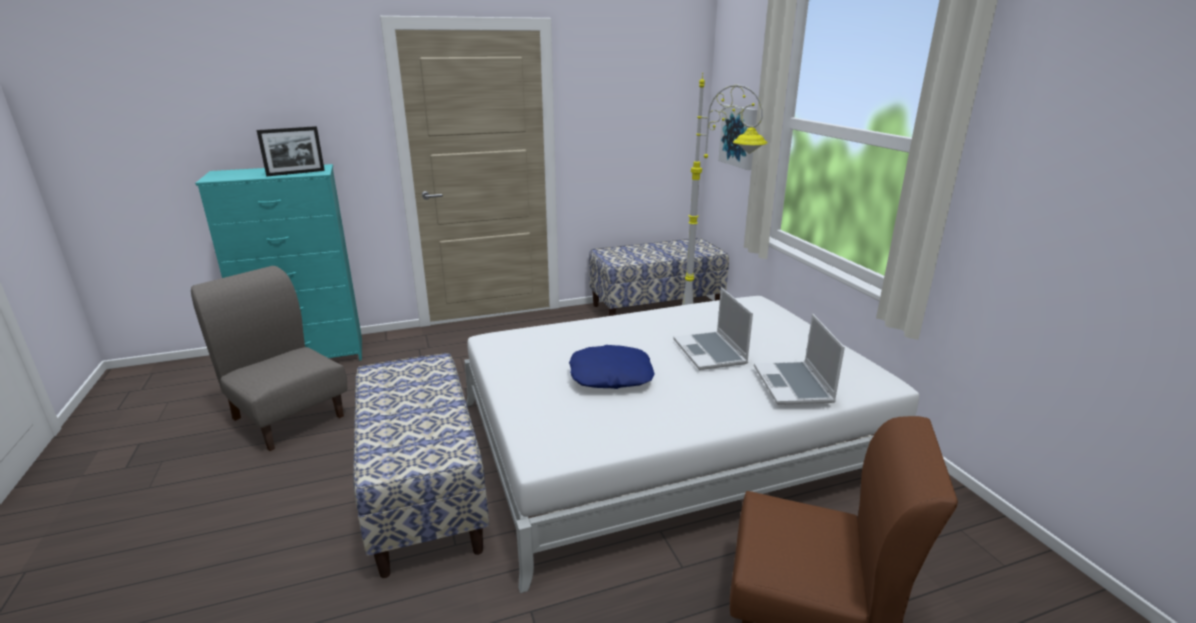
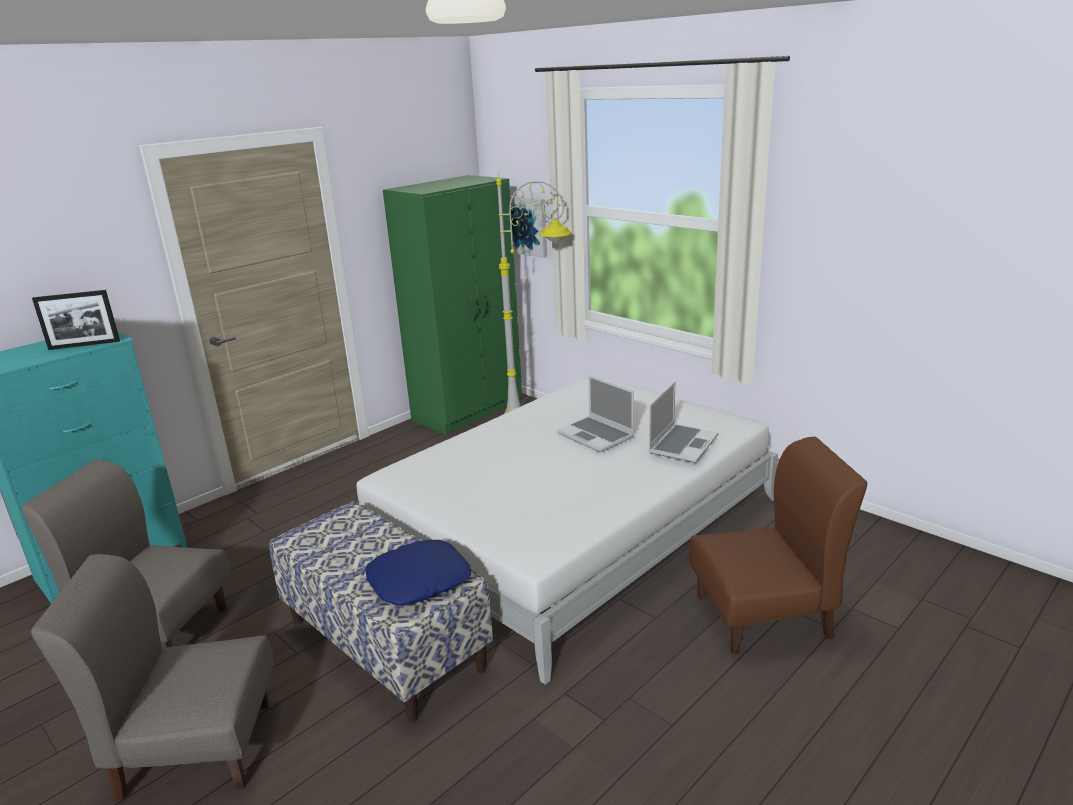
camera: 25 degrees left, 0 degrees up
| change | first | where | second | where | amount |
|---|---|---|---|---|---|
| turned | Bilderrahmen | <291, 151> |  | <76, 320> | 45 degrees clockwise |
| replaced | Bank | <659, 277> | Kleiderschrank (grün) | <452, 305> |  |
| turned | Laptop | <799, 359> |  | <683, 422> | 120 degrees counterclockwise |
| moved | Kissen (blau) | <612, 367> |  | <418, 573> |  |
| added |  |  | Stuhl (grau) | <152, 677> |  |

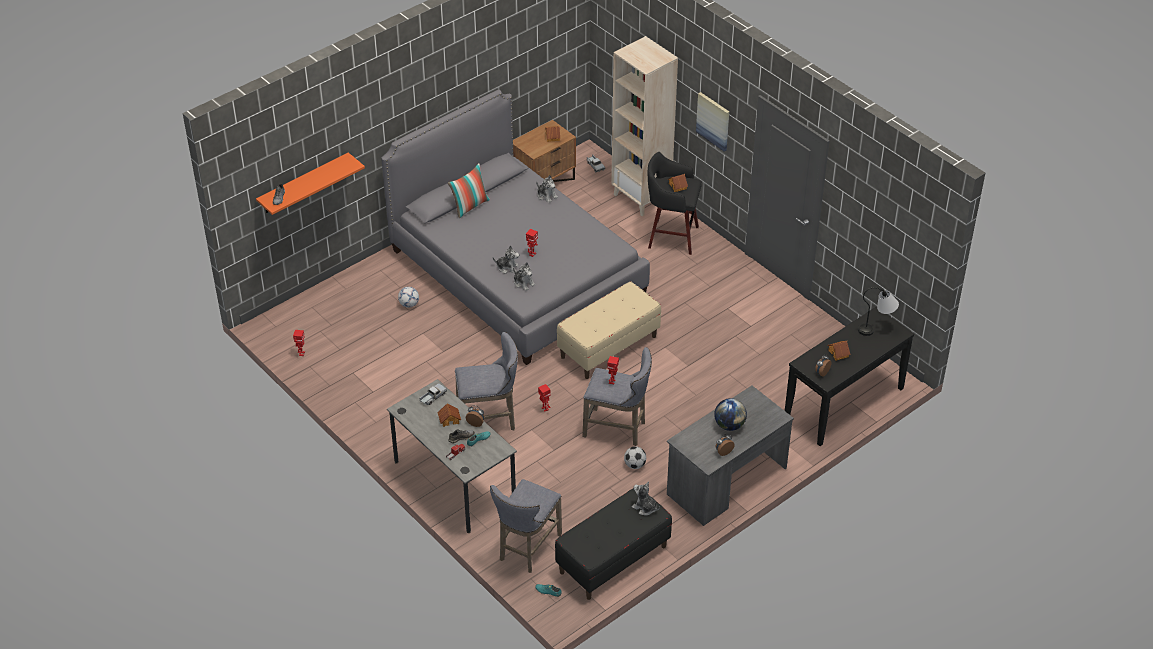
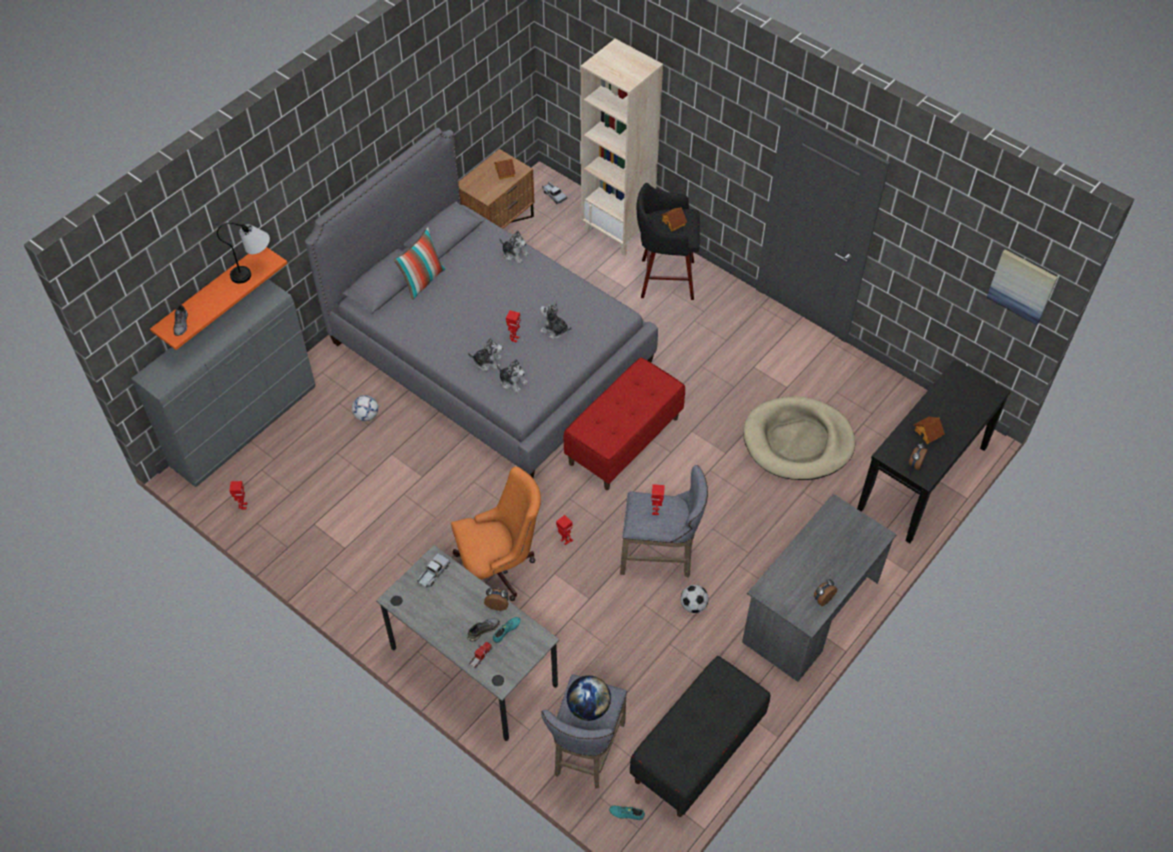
camera: 10 degrees left, 10 degrees up
| change | first | where | second | where | amount |
|---|---|---|---|---|---|
| moved | Bild | <712, 122> |  | <1022, 287> |  |
| recoloured | Bank (beige) | <609, 330> | Bank (rot) | <624, 423> |  |
| moved | Tischlampe | <878, 311> |  | <243, 253> |  |
| replaced | Hocker (grau) | <486, 381> | Bürostuhl (orange) | <496, 534> |  |
| moved | Globus | <730, 414> |  | <589, 698> |  |
| removed | Spielzeughaus | <449, 415> |  |  |  |
| moved | Plüschtier | <646, 498> |  | <556, 320> |  |
| added |  |  | Kommode (grau) | <223, 383> |  |
| added |  |  | Hundebett (beige) | <799, 438> |  |

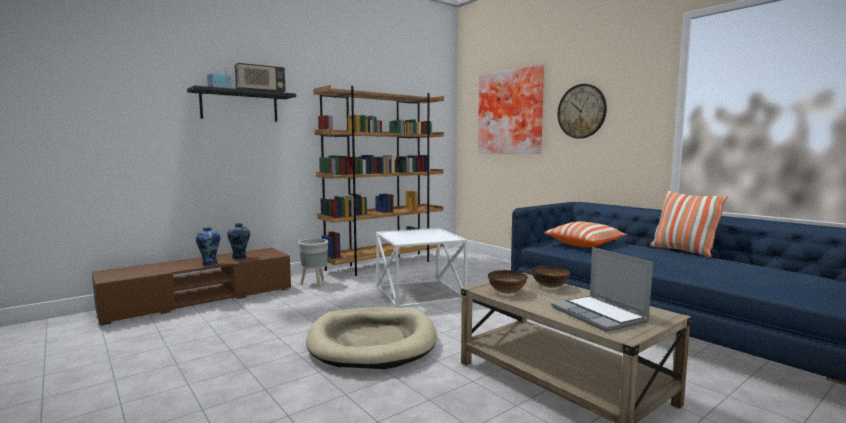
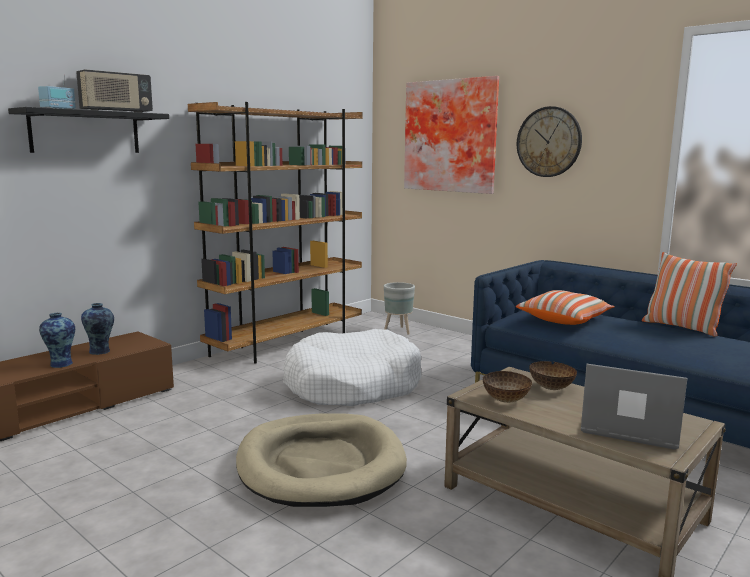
camera: 10 degrees left, 5 degrees up
| change | first | where | second | where | amount |
|---|---|---|---|---|---|
| replaced | Beistelltisch (weiß) | <422, 268> | Hundebett (weiß) | <352, 367> |  |
| moved | Pflanzkübel (grau) | <313, 263> |  | <399, 308> |  |
| turned | Laptop | <602, 289> |  | <634, 407> | 150 degrees clockwise |

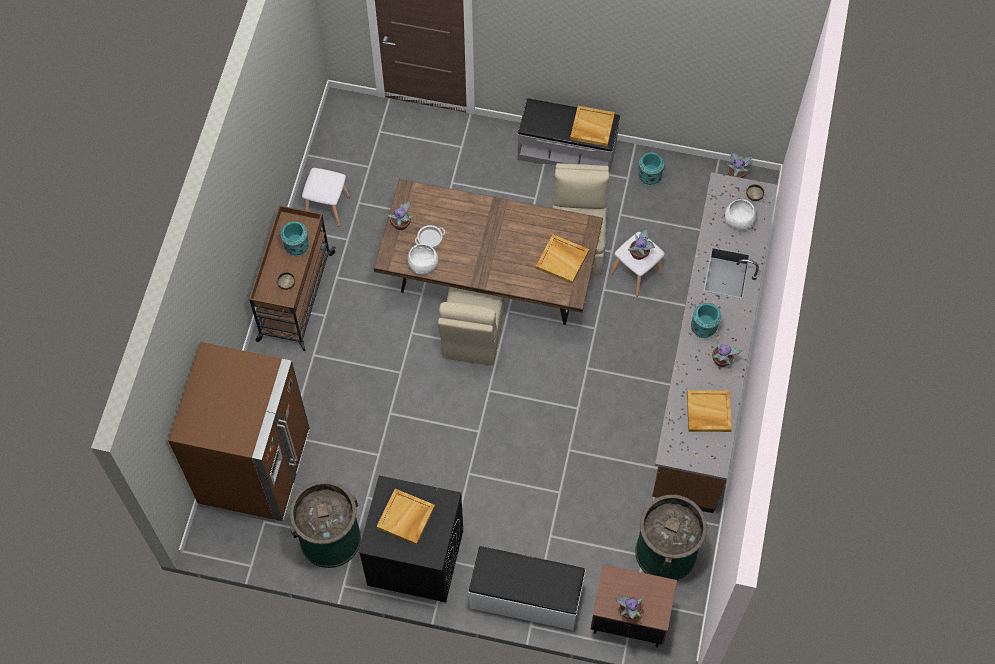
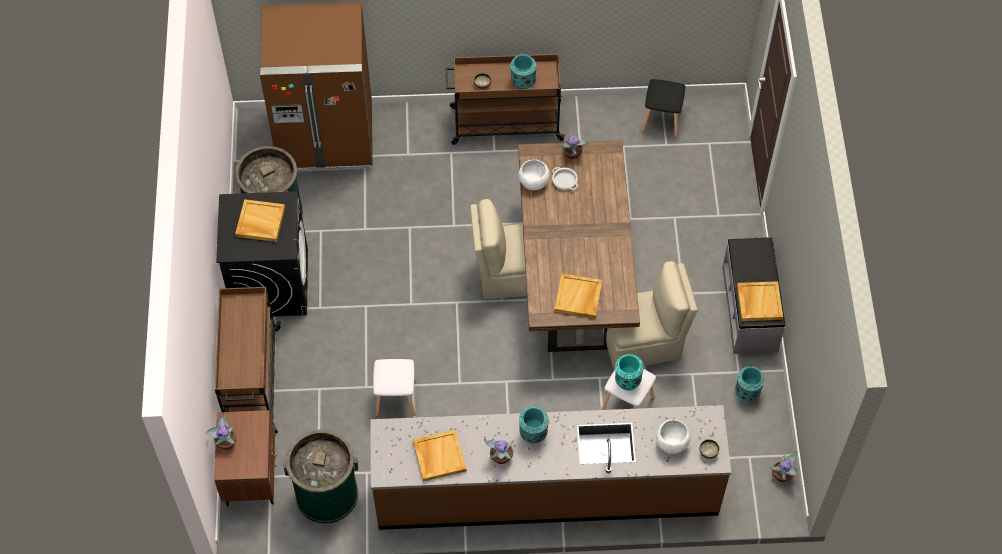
camera: 75 degrees right, 5 degrees down
| change | first | where | second | where | amount |
|---|---|---|---|---|---|
| moved | Hocker (weiß) | <326, 197> |  | <394, 387> |  |
| replaced | Topfpflanze | <641, 243> | Vase (türkis) | <629, 372> |  |
| replaced | Bank (weiß) | <527, 588> | Rollwagen (braun) | <248, 360> |  |
| added |  |  | Hocker (schwarz) | <663, 108> |  |

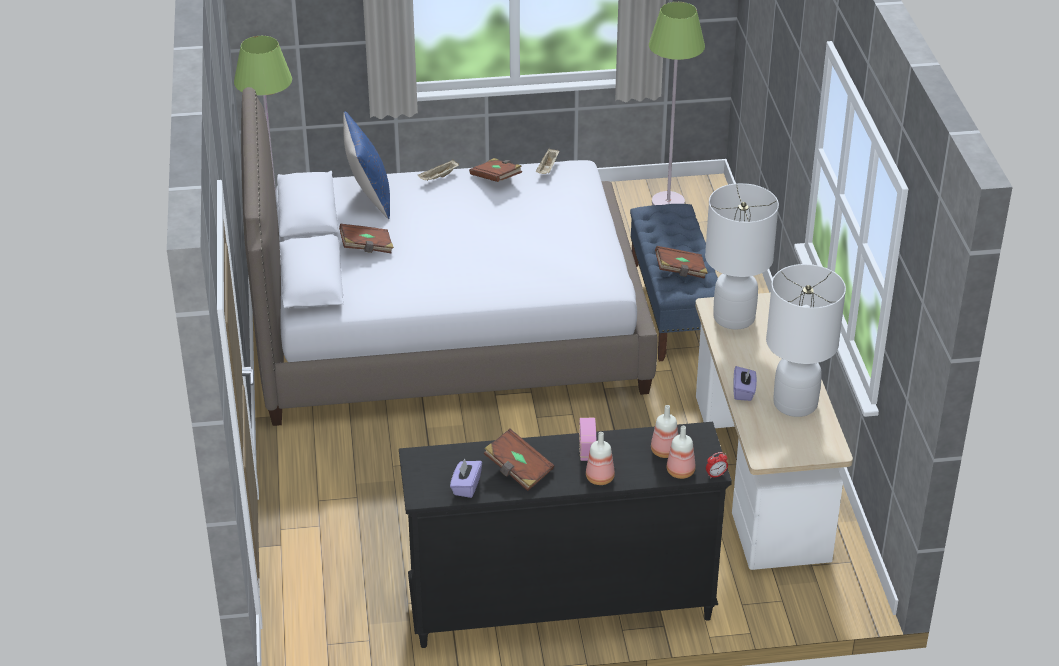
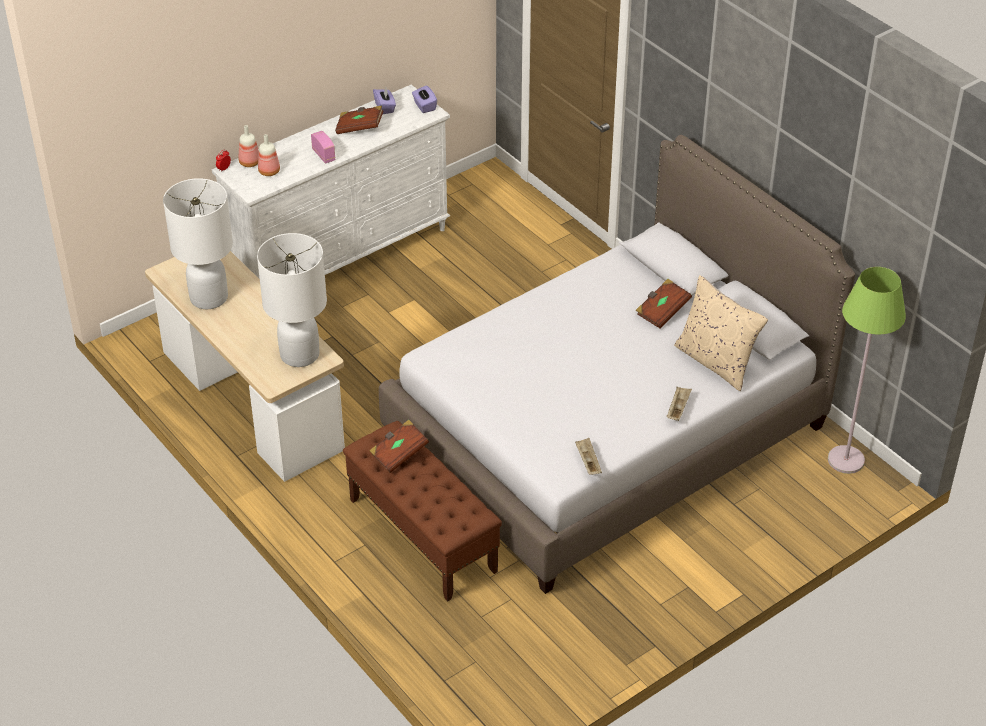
camera: 150 degrees right, 5 degrees up
| change | first | where | second | where | amount |
|---|---|---|---|---|---|
| removed | Stehlampe (grün) | <677, 103> |  |  |  |
| recoloured | Kissen (blau) | <366, 165> | Kissen (beige) | <721, 333> |  |
| removed | Buch (braun) | <495, 170> |  |  |  |
| recoloured | Bank (blau) | <674, 282> | Bank (braun) | <422, 511> |  |
| moved | Taschentuchbox (lila) | <745, 383> |  | <424, 99> |  |
| recoloured | Kommode (schwarz) | <565, 535> | Kommode (weiß) | <331, 182> |  |
| removed | Flasche | <600, 458> |  |  |  |

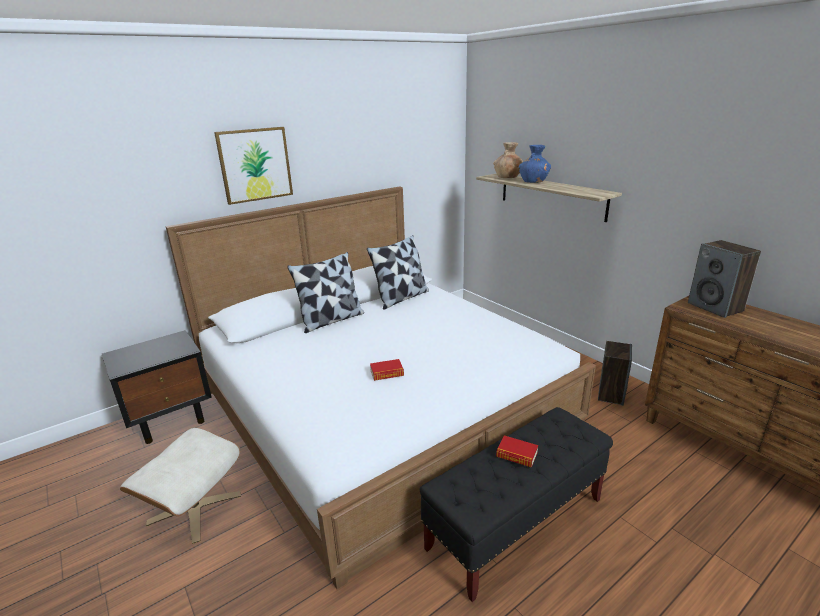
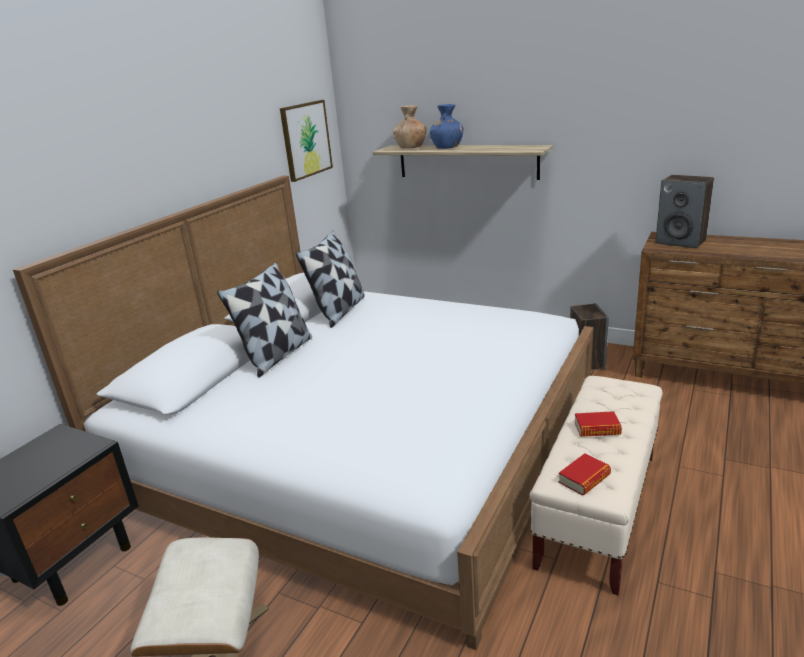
camera: 25 degrees left, 0 degrees up
| change | first | where | second | where | amount |
|---|---|---|---|---|---|
| moved | Bild | <253, 166> |  | <306, 141> |  |
| moved | Buch | <387, 370> |  | <584, 474> |  |
| recoloured | Bank (schwarz) | <516, 504> | Bank (beige) | <596, 485> |  |

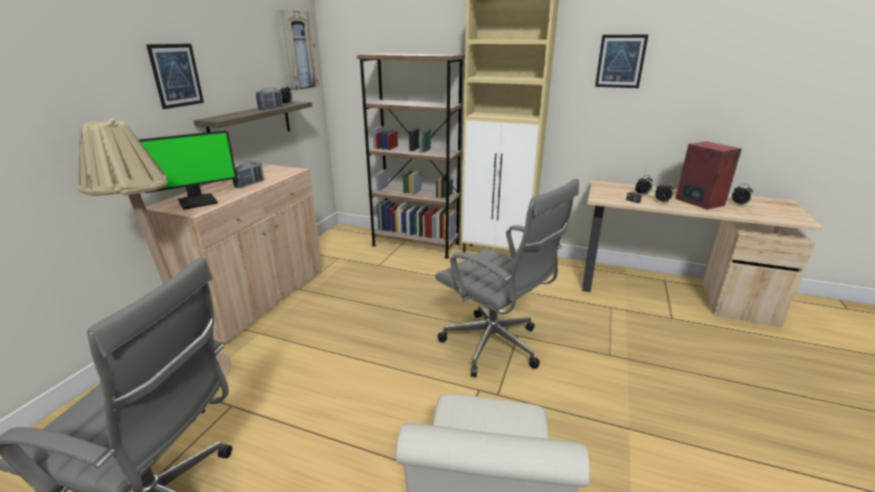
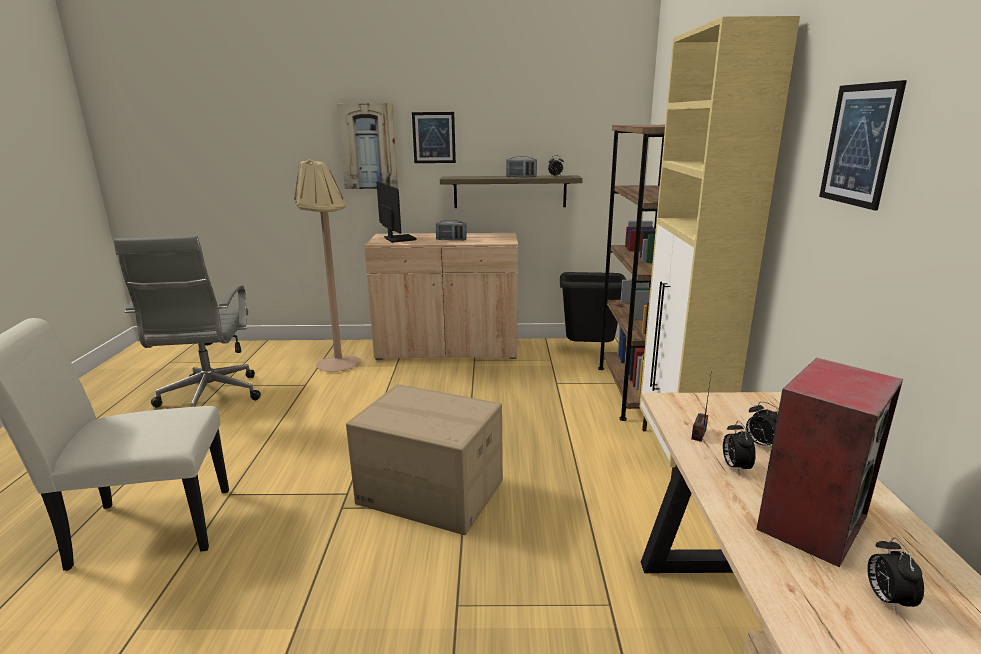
camera: 70 degrees right, 5 degrees down
| change | first | where | second | where | amount |
|---|---|---|---|---|---|
| moved | Bild | <298, 50> |  | <367, 146> |  |
| turned | Monitor | <188, 170> |  | <397, 212> | 150 degrees counterclockwise |
| replaced | Bürostuhl (grau) | <507, 278> | Karton | <424, 459> |  |
| added |  |  | Mülleimer (schwarz) | <593, 307> |  |

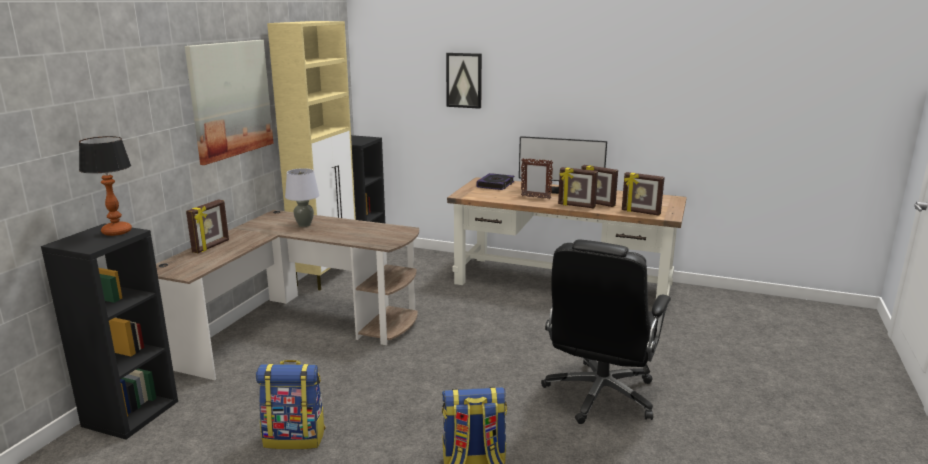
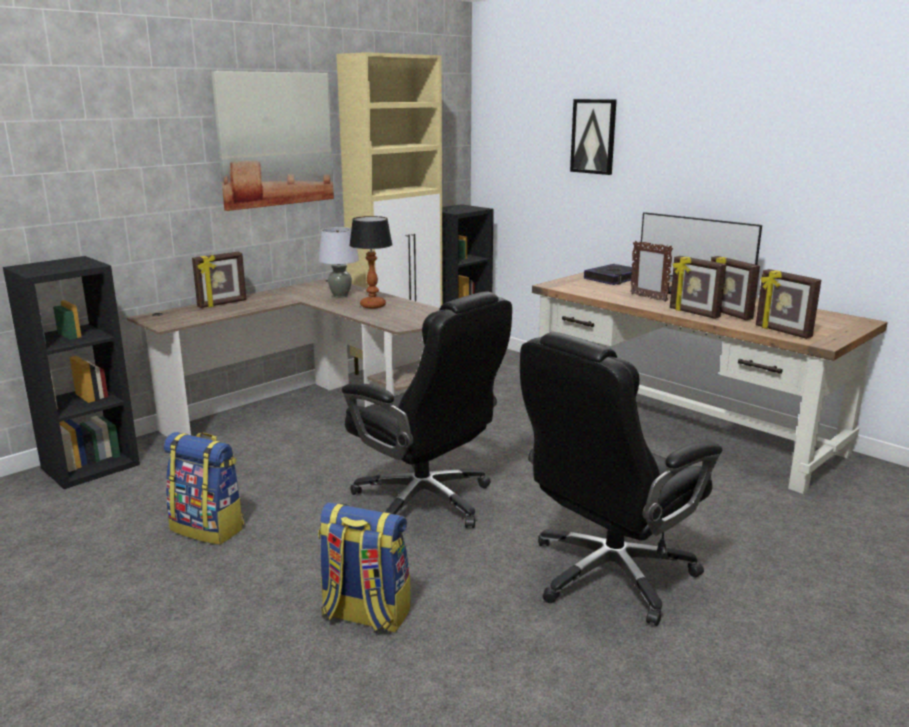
camera: 25 degrees right, 0 degrees up
| change | first | where | second | where | amount |
|---|---|---|---|---|---|
| moved | Tischlampe | <105, 186> |  | <371, 262> |  |
| added |  |  | Bürostuhl (schwarz) | <427, 410> |  |

